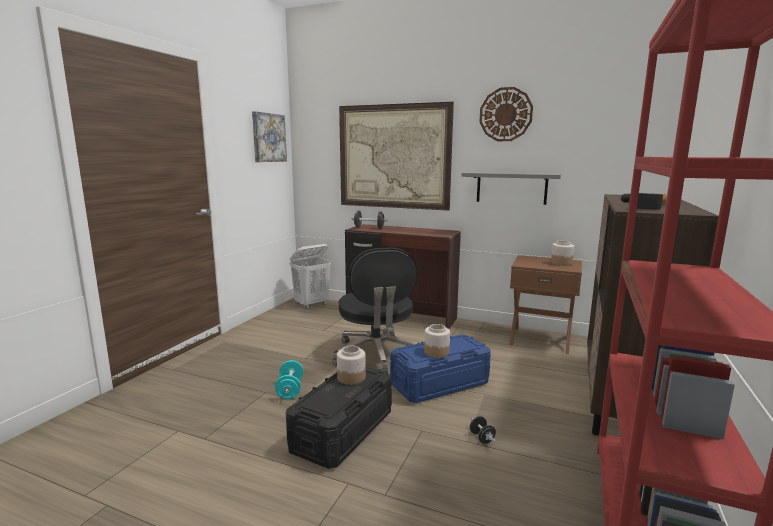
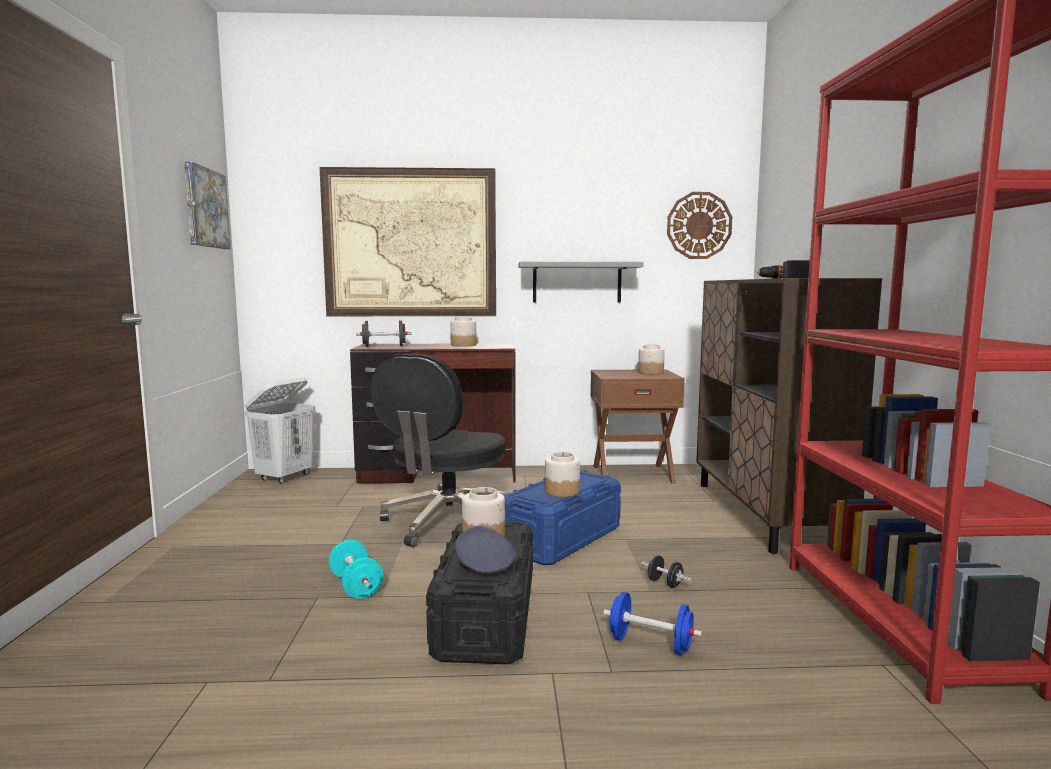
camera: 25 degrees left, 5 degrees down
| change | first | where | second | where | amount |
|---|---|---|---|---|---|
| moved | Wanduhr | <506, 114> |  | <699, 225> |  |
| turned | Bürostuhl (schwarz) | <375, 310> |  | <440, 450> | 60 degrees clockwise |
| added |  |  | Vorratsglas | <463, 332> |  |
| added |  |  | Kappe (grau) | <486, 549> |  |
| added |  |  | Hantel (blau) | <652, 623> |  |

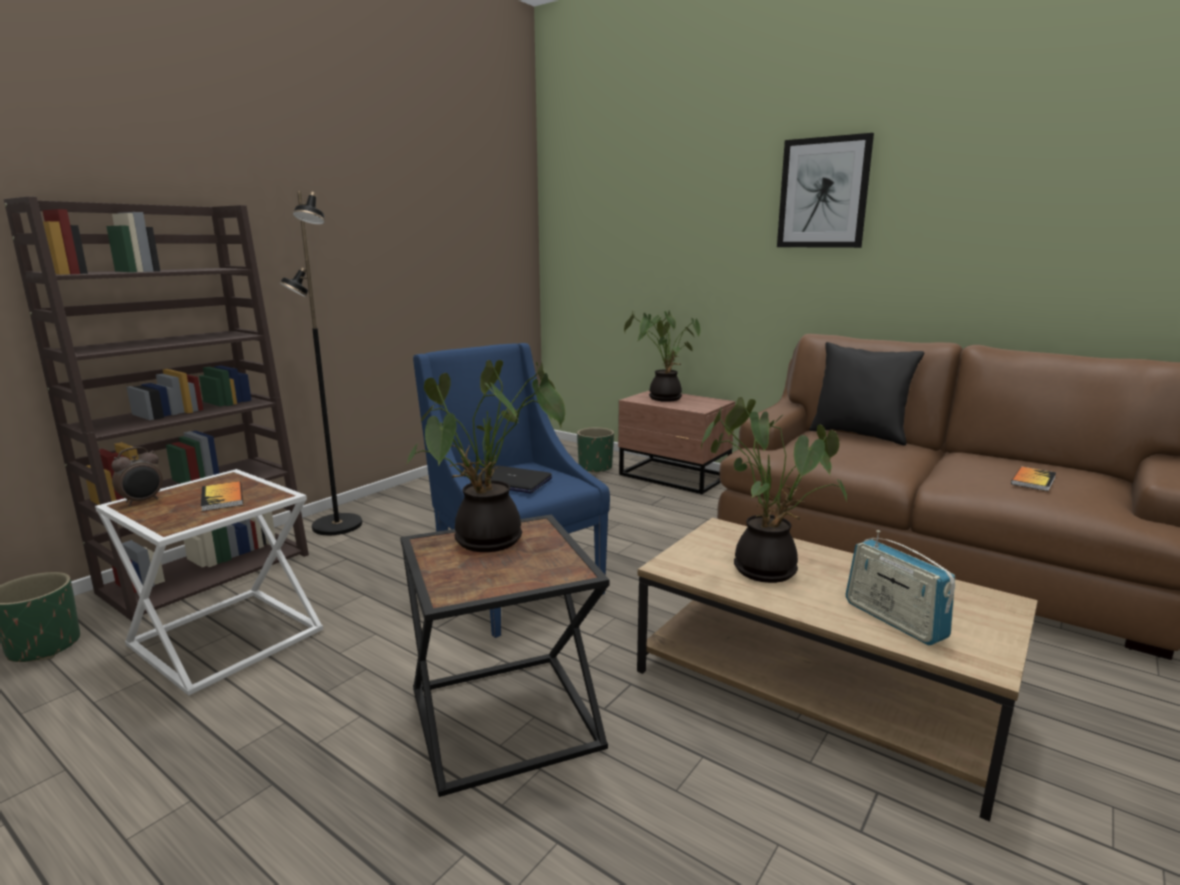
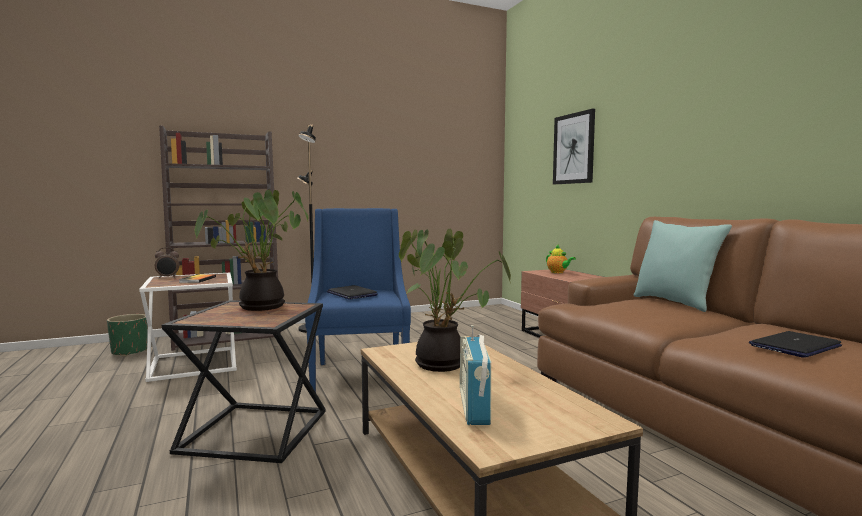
camera: 30 degrees right, 10 degrees down
| change | first | where | second | where | amount |
|---|---|---|---|---|---|
| moved | Bild | <825, 190> |  | <574, 146> |  |
| replaced | Topfpflanze | <662, 356> | Teekanne | <561, 259> |  |
| recoloured | Kissen (schwarz) | <866, 394> | Kissen (türkis) | <682, 266> |  |
| removed | Pflanzkübel (grün) | <595, 450> |  |  |  |
| replaced | Buch | <1033, 478> | Laptop | <795, 344> |  |

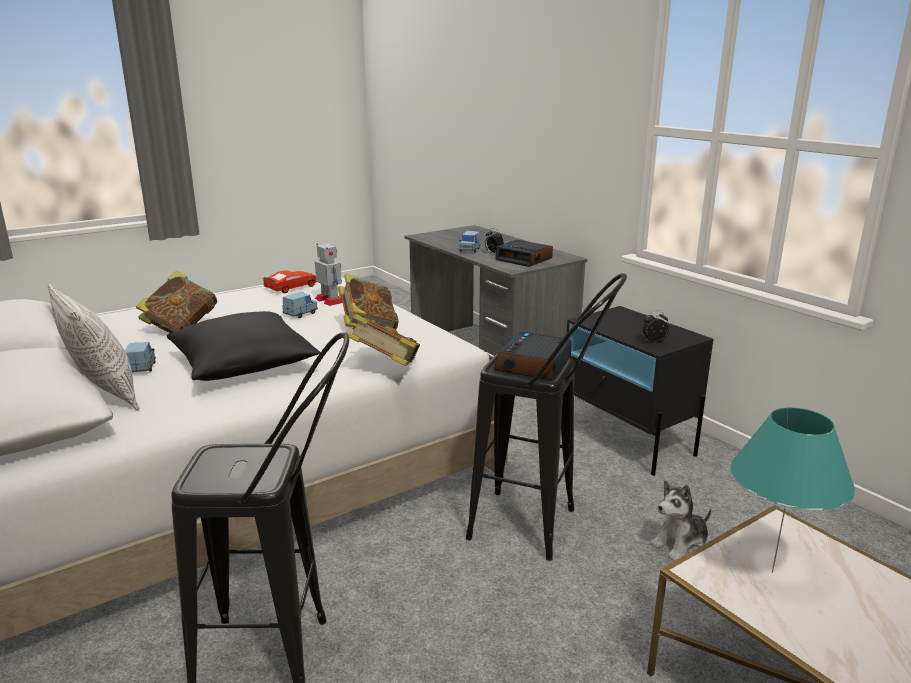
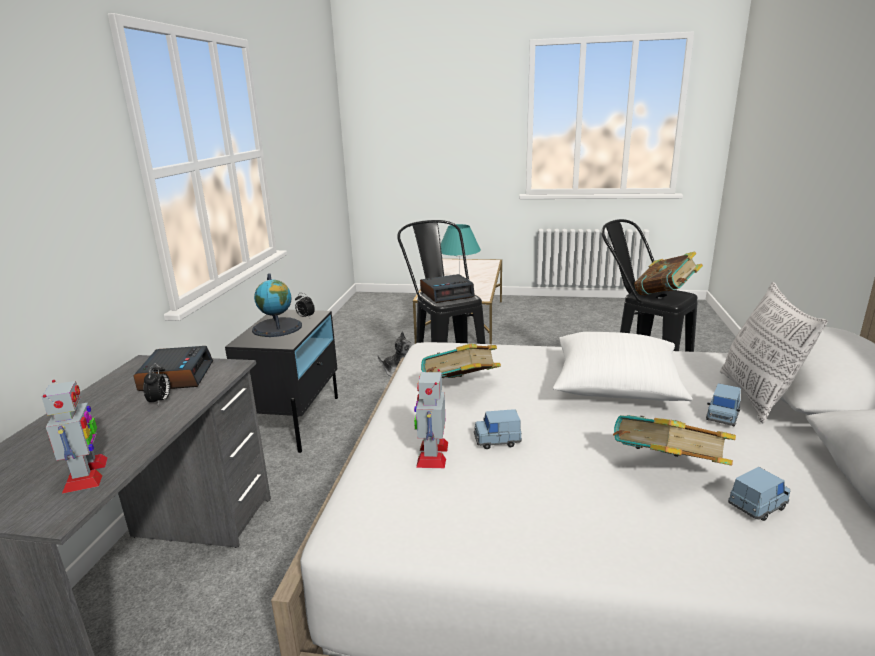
camera: 135 degrees left, 0 degrees up
| change | first | where | second | where | amount |
|---|---|---|---|---|---|
| moved | Spielzeugauto (blau) | <470, 241> |  | <759, 494> |  |
| removed | Spielzeugauto (rot) | <290, 281> |  |  |  |
| recoloured | Kissen (schwarz) | <244, 346> | Kissen (weiß) | <623, 366> |  |
| moved | Buch | <382, 340> |  | <668, 273> |  |
| added |  |  | Globus | <277, 305> |  |
| added |  |  | Spielzeugroboter | <75, 437> |  |

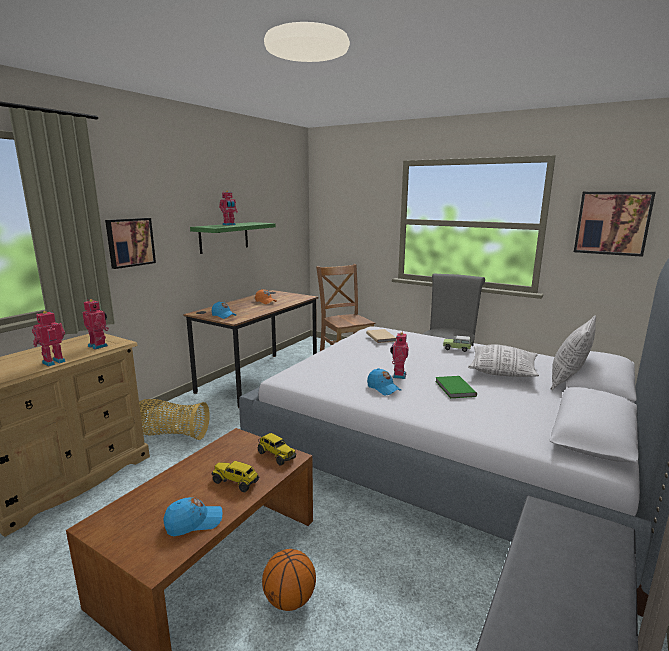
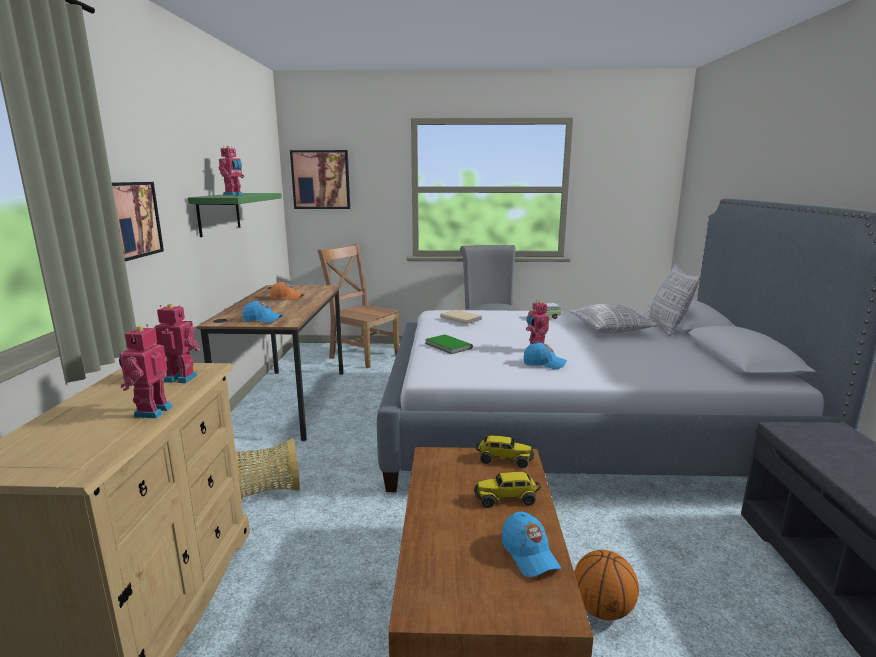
camera: 30 degrees left, 0 degrees up
| change | first | where | second | where | amount |
|---|---|---|---|---|---|
| moved | Bild | <615, 224> |  | <320, 179> |  |
| moved | Buch (grün) | <456, 387> |  | <449, 344> |  |
| turned | Kappe (blau) | <193, 516> |  | <531, 544> | 120 degrees clockwise |

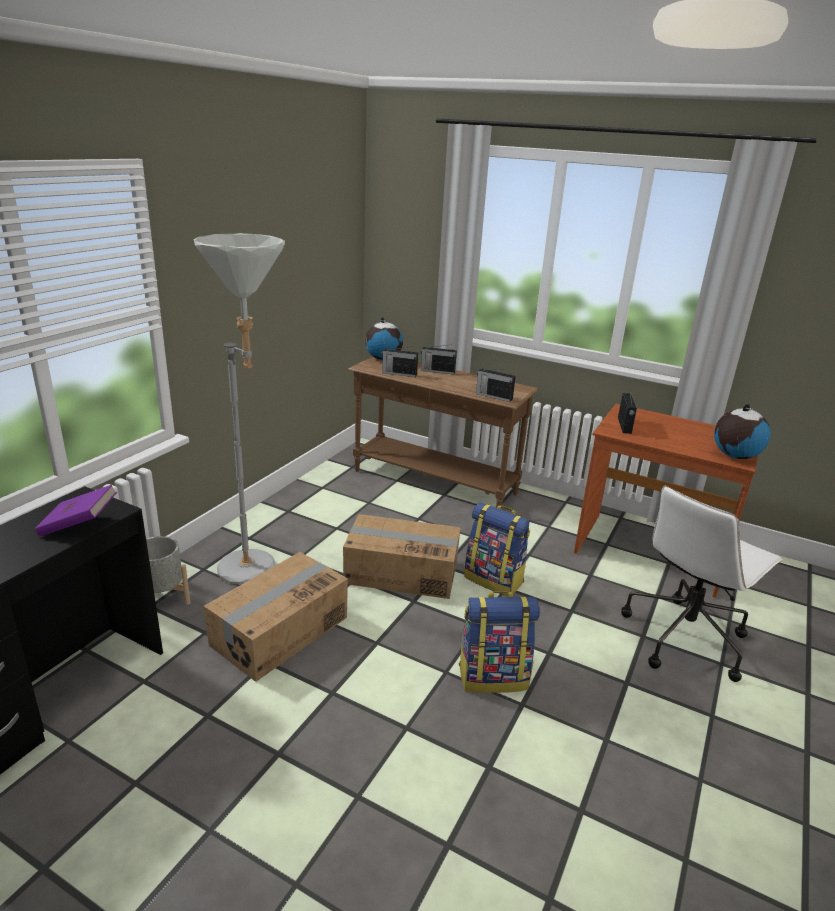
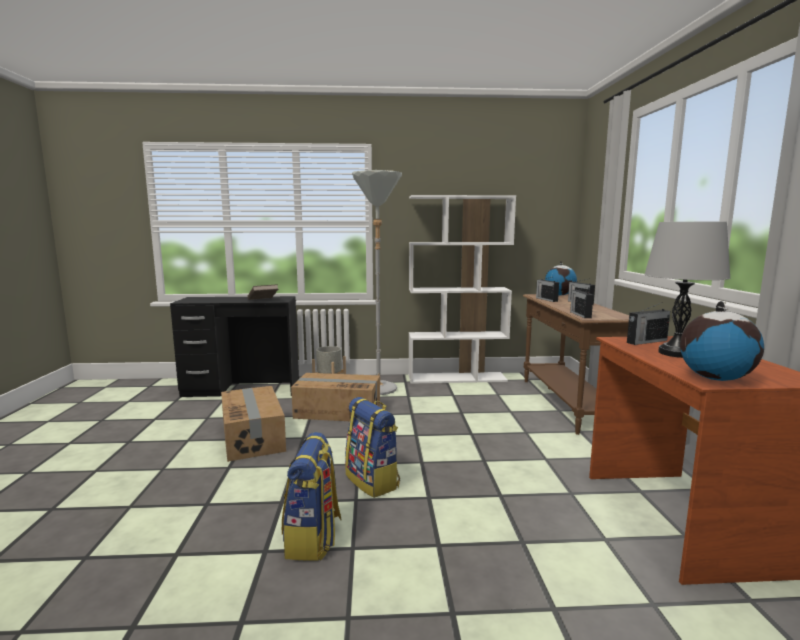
camera: 60 degrees right, 15 degrees down
| change | first | where | second | where | amount |
|---|---|---|---|---|---|
| recoloured | Buch (lila) | <76, 510> | Buch (braun) | <262, 292> |  |
| removed | Bürostuhl (weiß) | <702, 583> |  |  |  |
| moved | Rucksack | <497, 549> |  | <311, 496> |  |
| moved | Karton | <402, 556> |  | <253, 424> |  |
| added |  |  | Bücherregal (weiß) | <462, 289> |  |
| added |  |  | Tischlampe (grau) | <687, 290> |  |

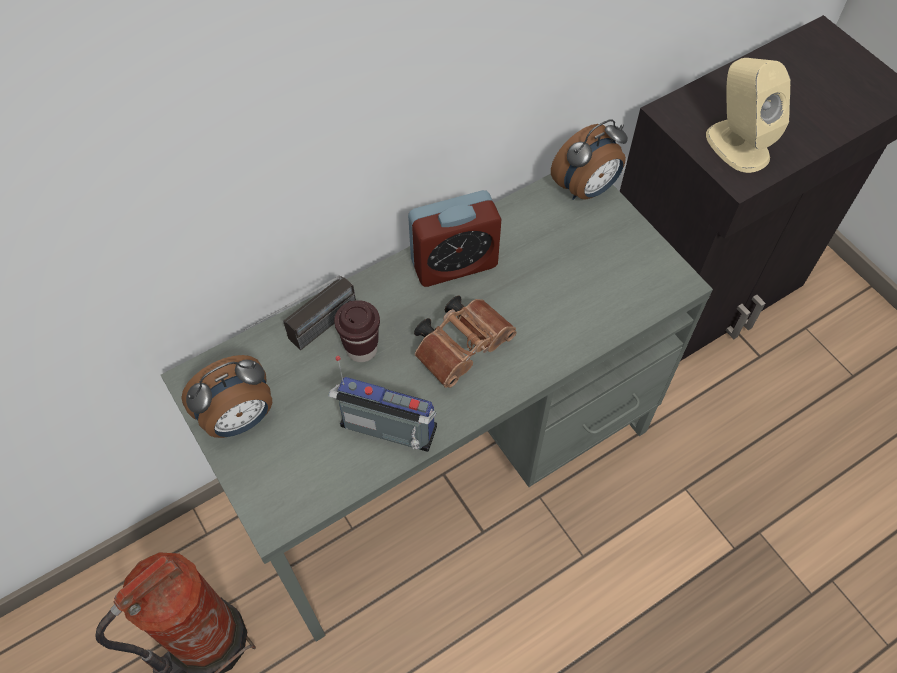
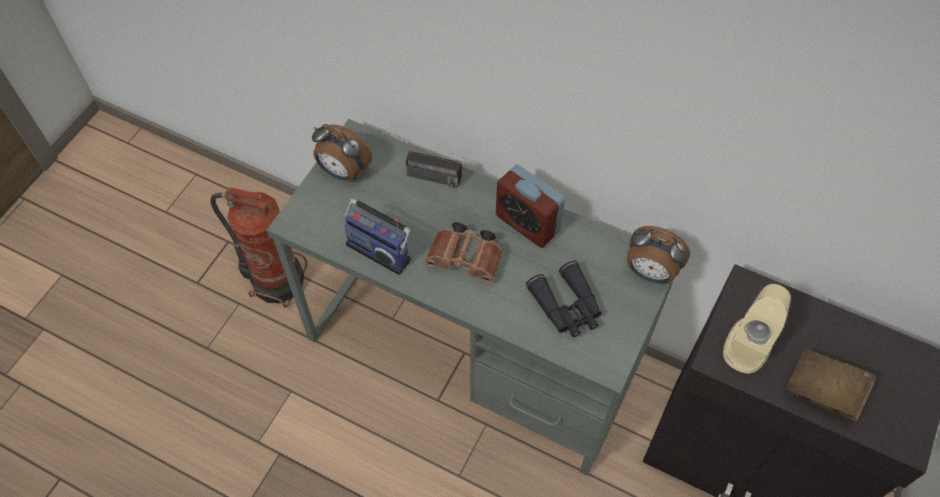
camera: 60 degrees right, 0 degrees up
| change | first | where | second | where | amount |
|---|---|---|---|---|---|
| removed | Tasse (braun) | <357, 331> |  |  |  |
| turned | Radio | <383, 404> |  | <378, 236> | 135 degrees clockwise |
| added |  |  | Fernglas (schwarz) | <564, 299> |  |
| added |  |  | Buch (braun) | <831, 384> |  |

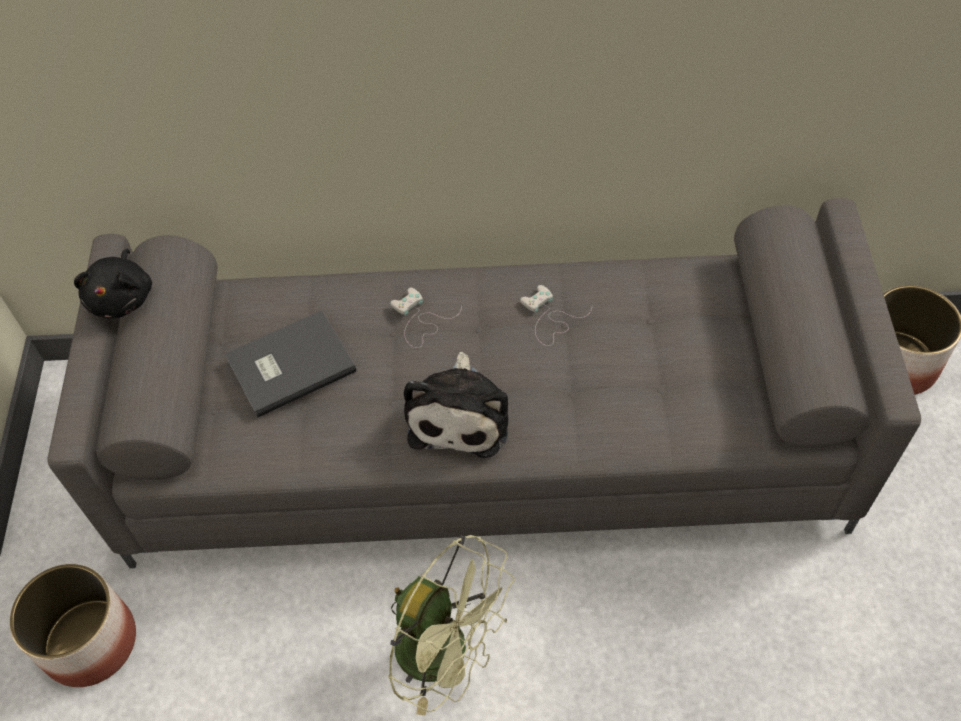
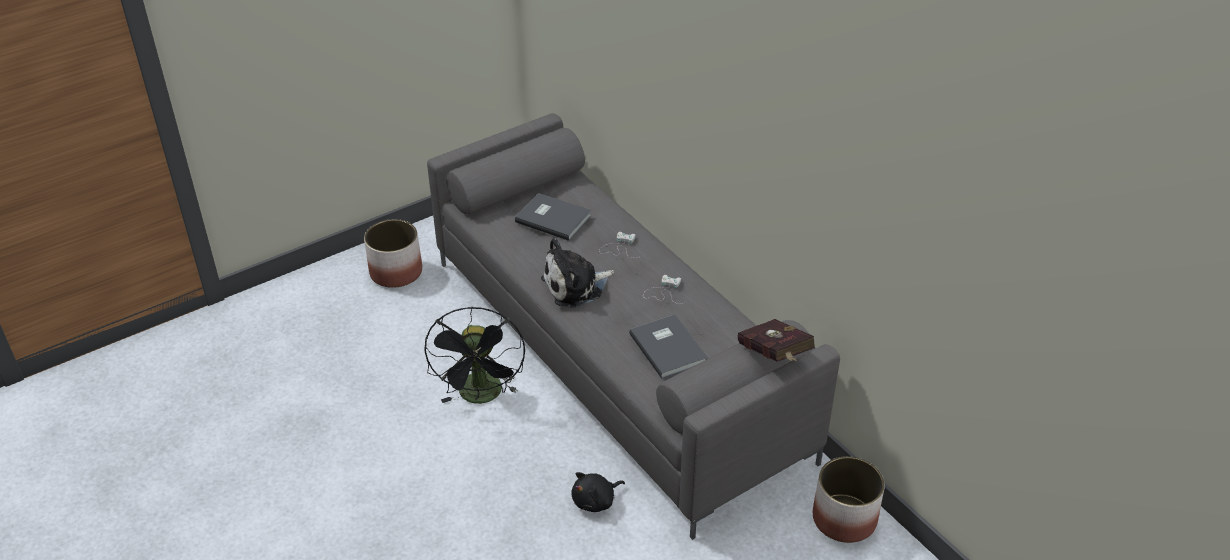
camera: 55 degrees right, 15 degrees down
| change | first | where | second | where | amount |
|---|---|---|---|---|---|
| moved | Plüschtier (schwarz) | <113, 284> |  | <598, 492> |  |
| recoloured | Ventilator (grün) | <451, 625> | Ventilator (schwarz) | <474, 355> |  |
| added |  |  | Buch (grau) | <668, 347> |  |
| added |  |  | Buch (rot) | <776, 340> |  |

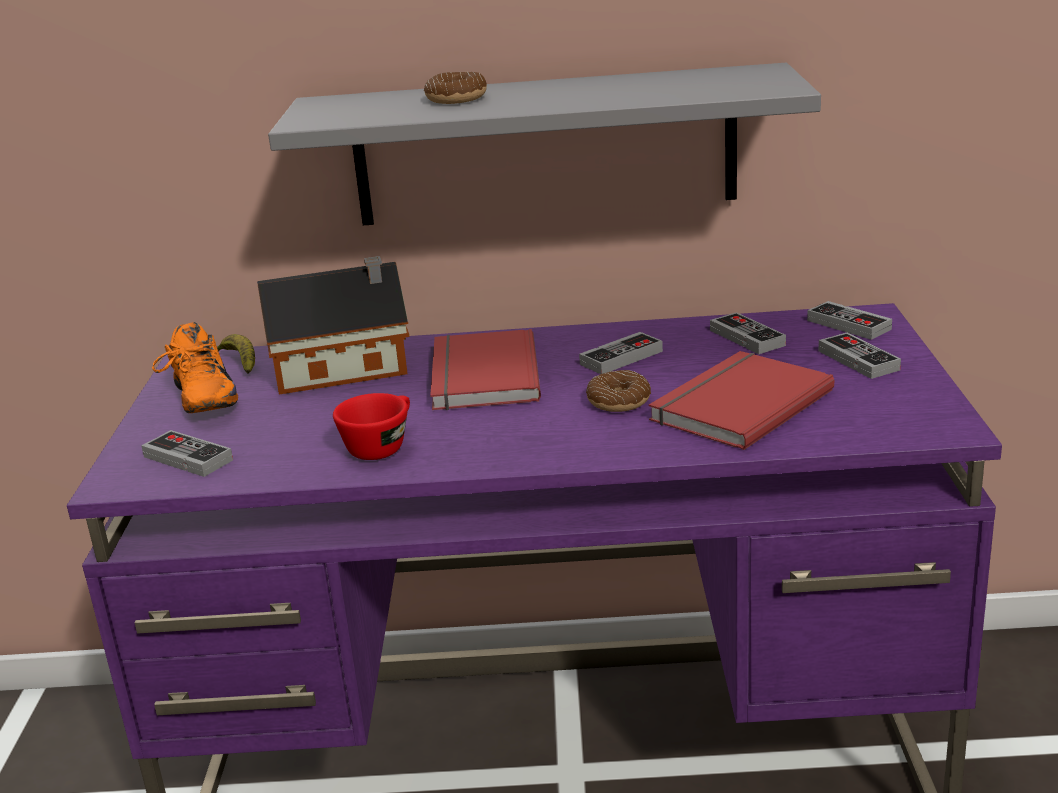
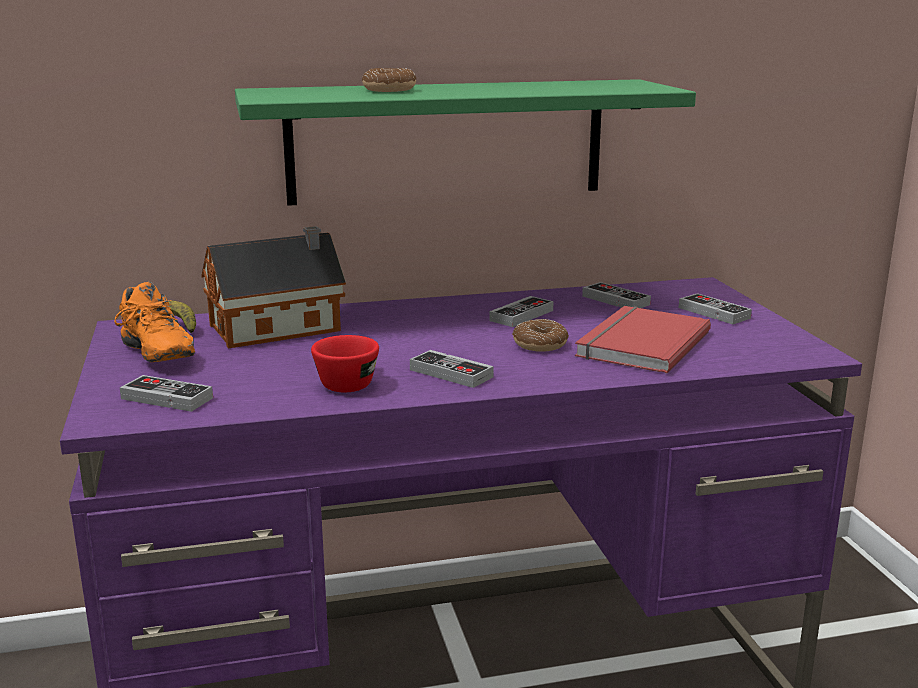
camera: 15 degrees left, 5 degrees down
| change | first | where | second | where | amount |
|---|---|---|---|---|---|
| recoloured | Wandregal (grau) | <544, 144> | Wandregal (grün) | <465, 142> |  |
| moved | Gamepad | <849, 320> |  | <452, 369> |  |
| removed | Buch (rot) | <485, 369> |  |  |  |

